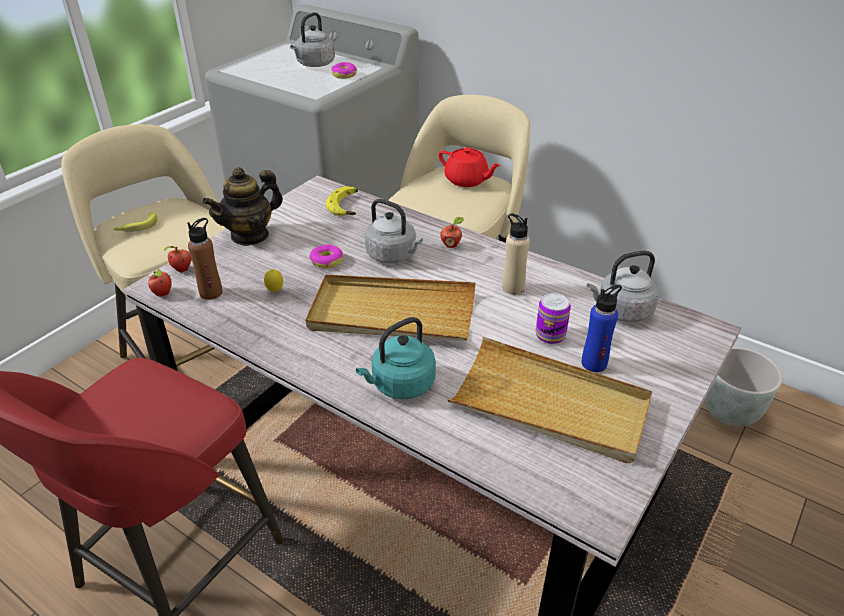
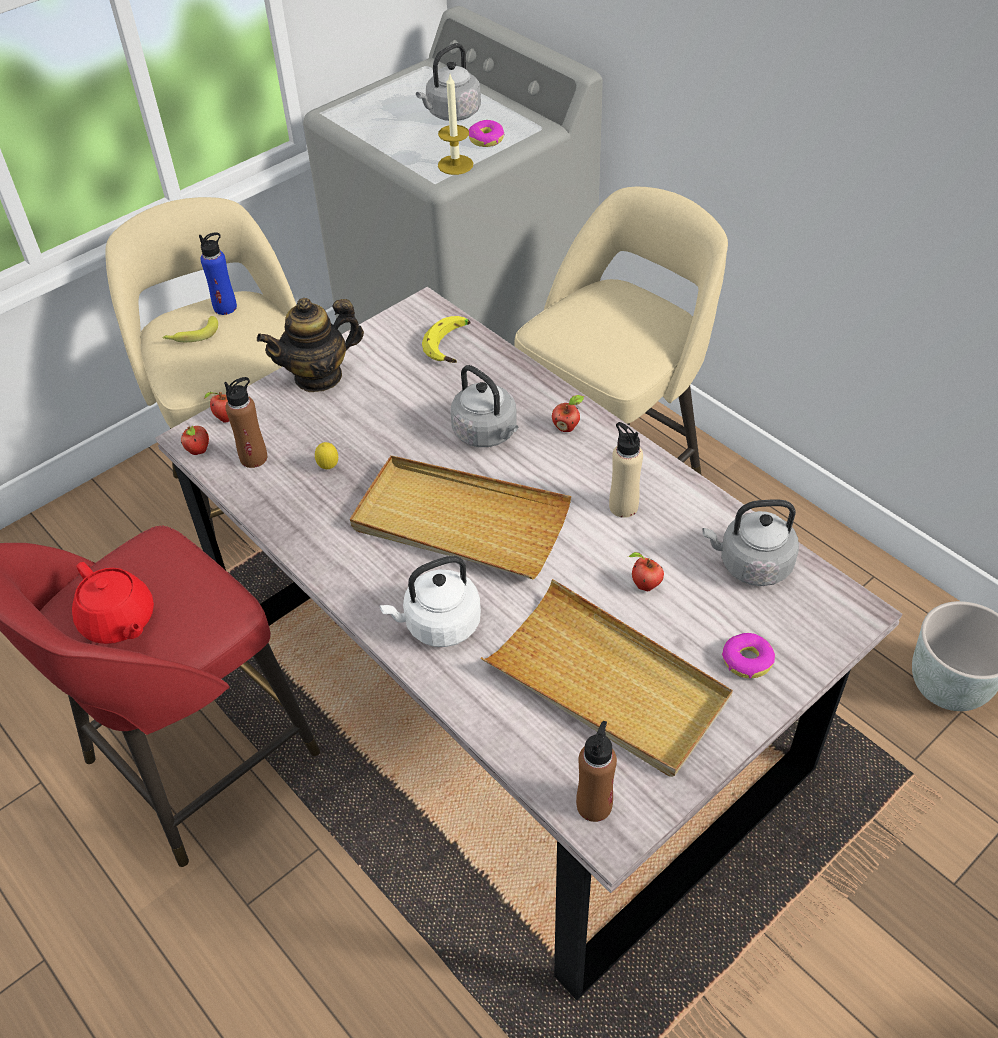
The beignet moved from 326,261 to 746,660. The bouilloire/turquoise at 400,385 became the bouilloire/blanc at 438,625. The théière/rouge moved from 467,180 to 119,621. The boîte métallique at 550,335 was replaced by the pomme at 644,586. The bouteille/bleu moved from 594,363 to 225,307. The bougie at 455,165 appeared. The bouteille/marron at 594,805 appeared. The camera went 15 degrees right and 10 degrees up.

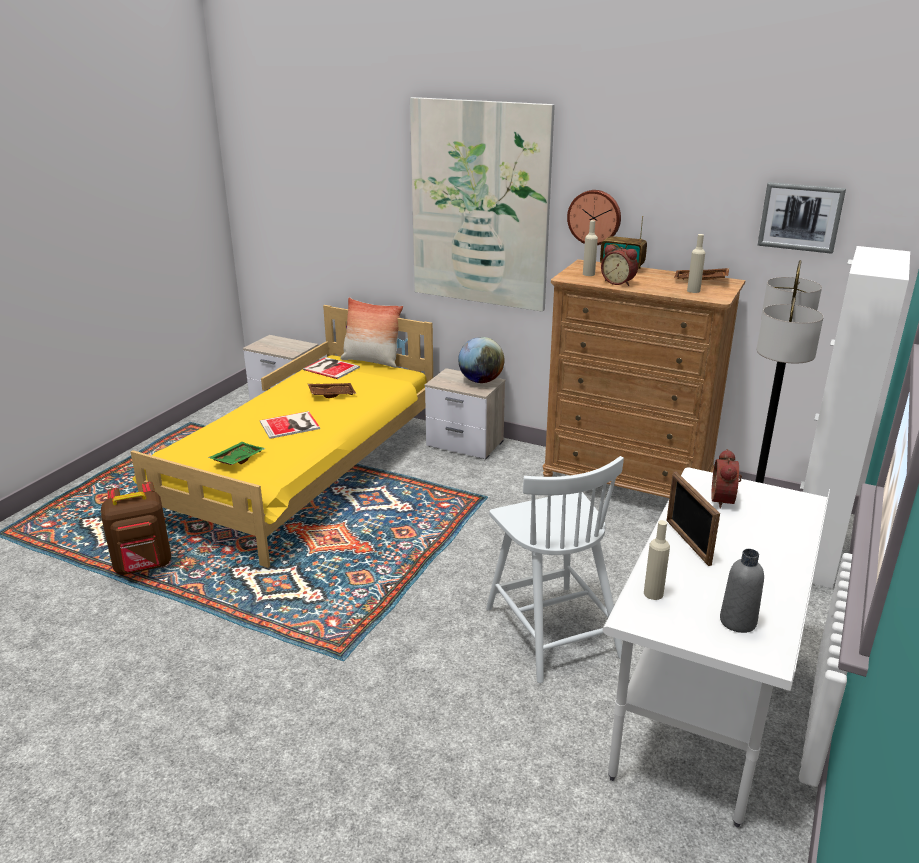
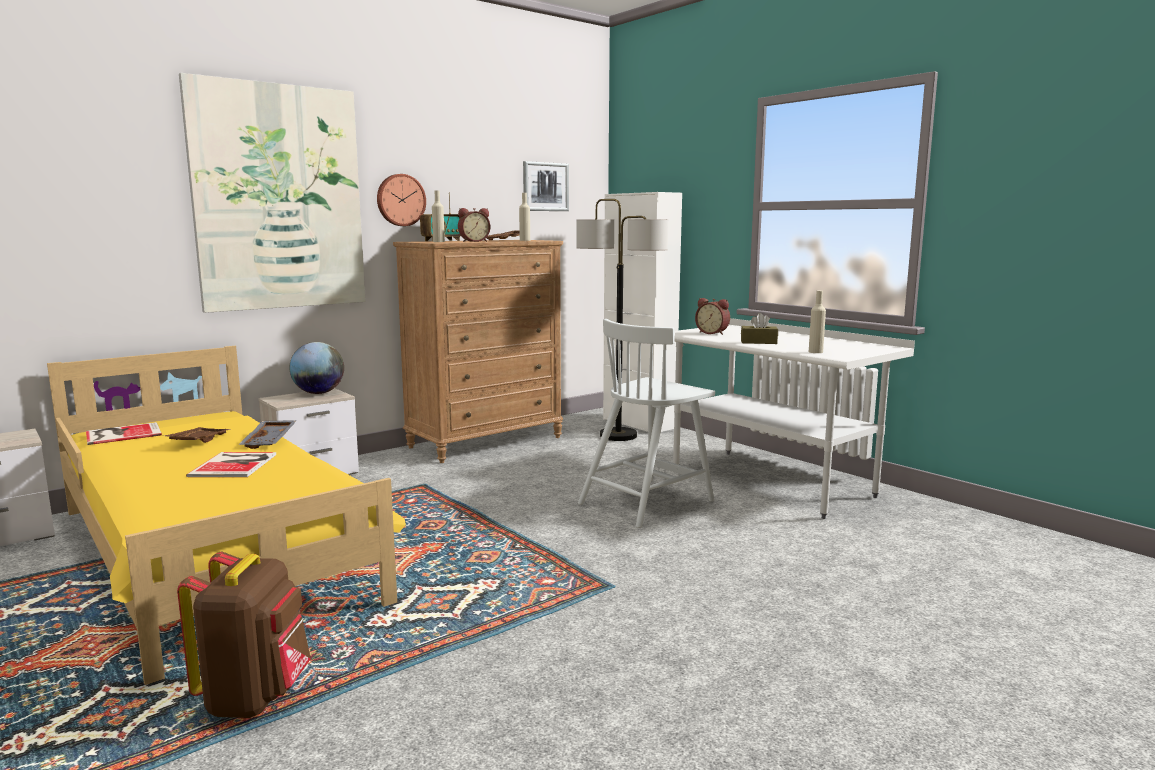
The plateau/vert at 237,459 disappeared. The coussin at 371,361 disappeared. The chaise/blanc at 551,630 turned 135 degrees clockwise. The cadre photo at 687,542 was replaced by the boîte à mouchoirs/marron at 758,342. The bouteille/gris at 738,621 disappeared. The plateau/gris at 270,441 appeared. The camera went 65 degrees left and 15 degrees down.

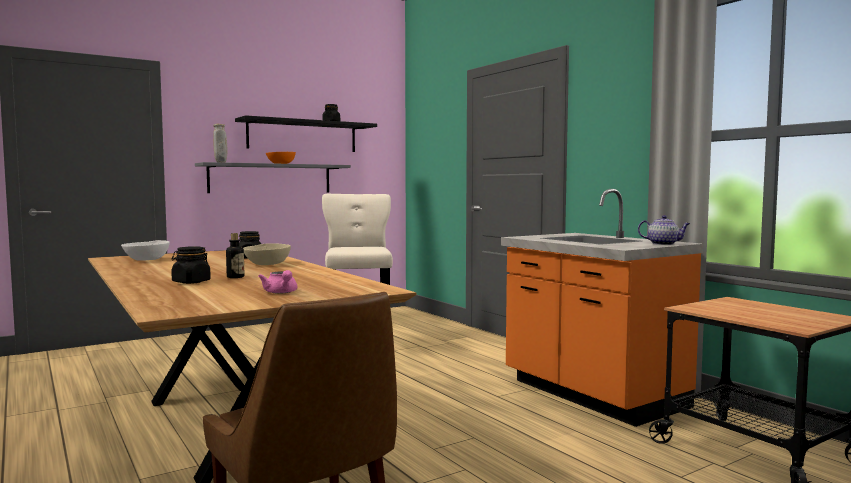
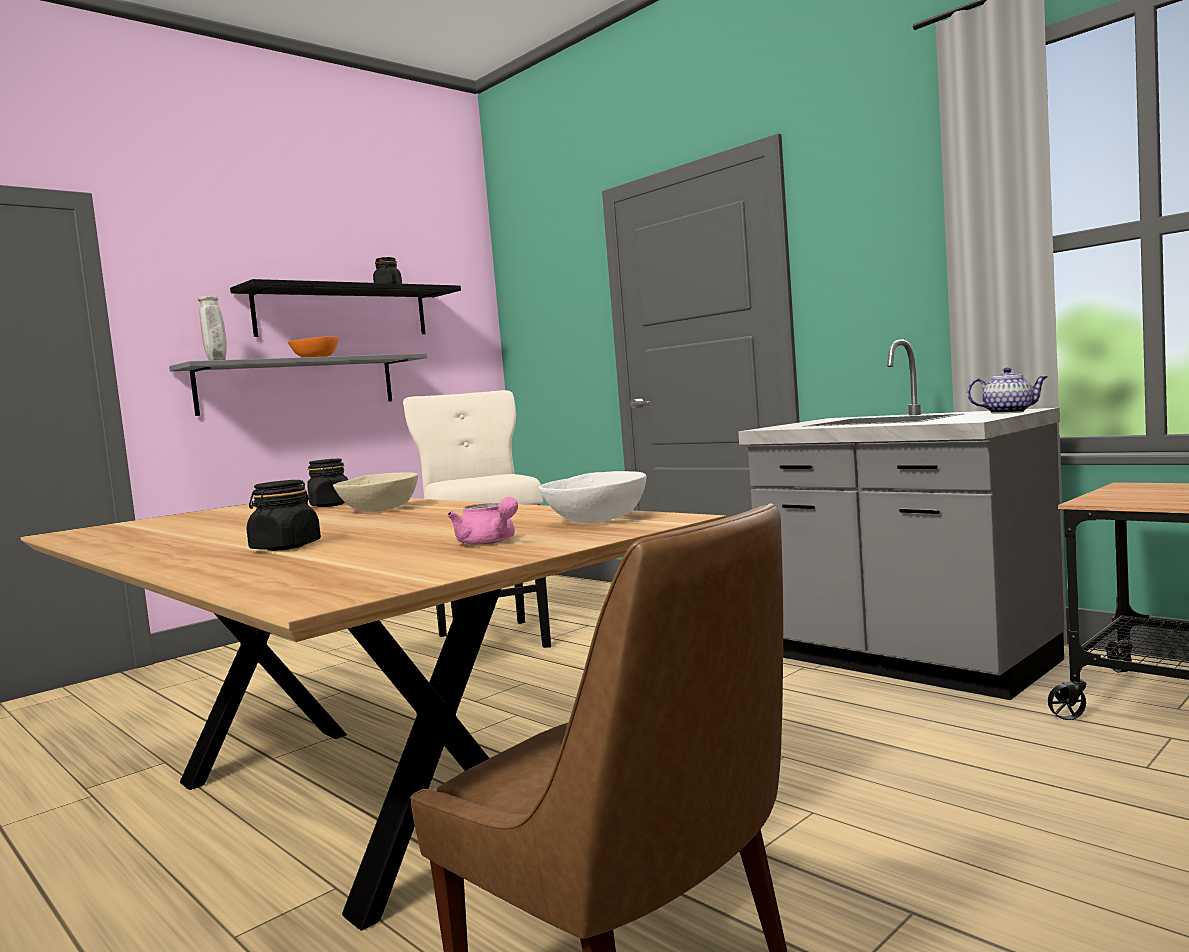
The bol/blanc moved from 146,260 to 596,520. The bouteille at 235,277 disappeared. The comptoir de cuisine/orange at 592,395 became the comptoir de cuisine/gris at 906,662. The camera went 10 degrees left and 0 degrees up.

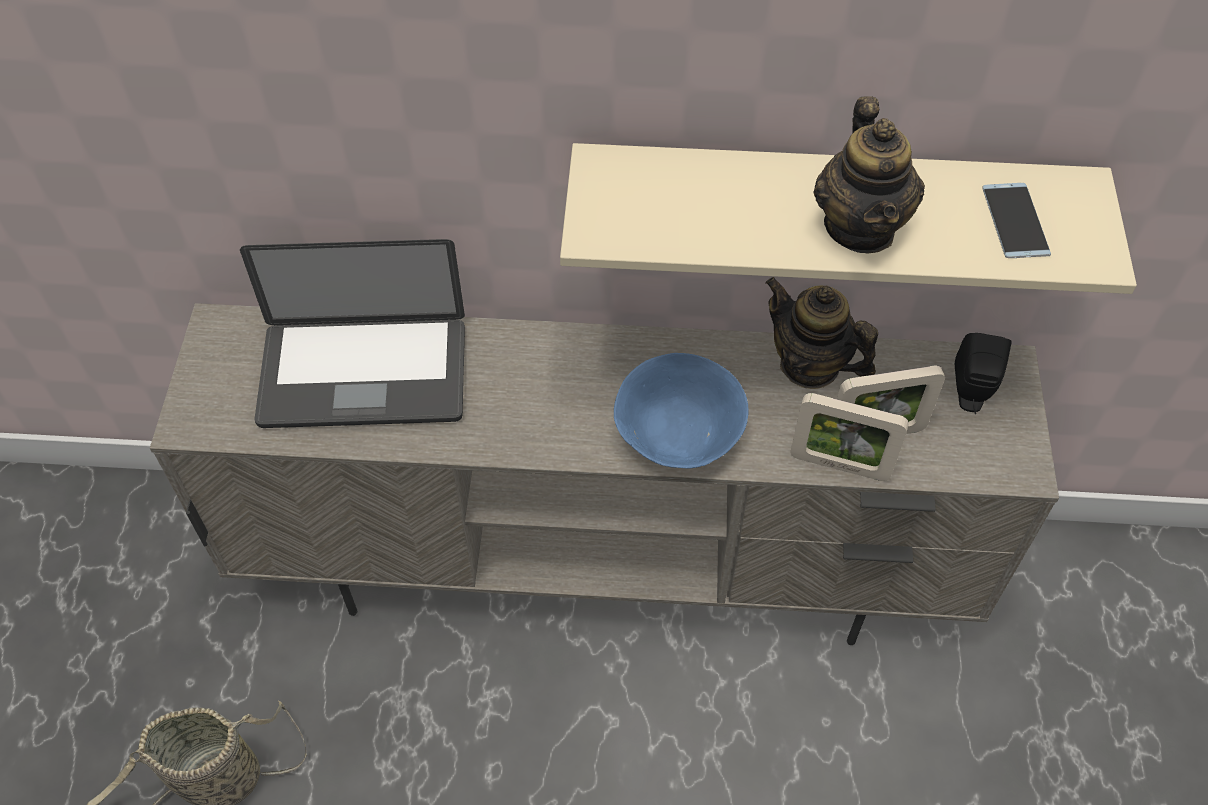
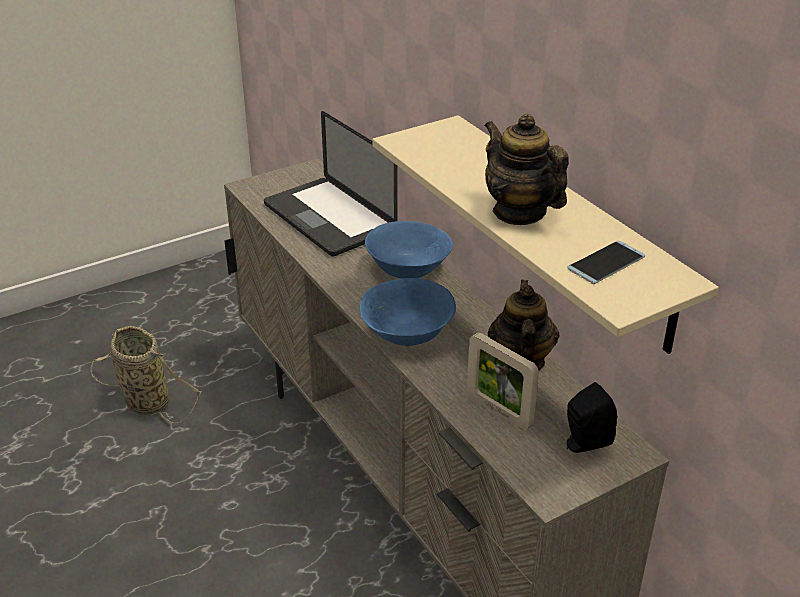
The cadre photo at 839,465 disappeared. The théière at 860,227 turned 90 degrees clockwise. The bol/bleu at 407,269 appeared. The camera went 55 degrees right and 20 degrees down.

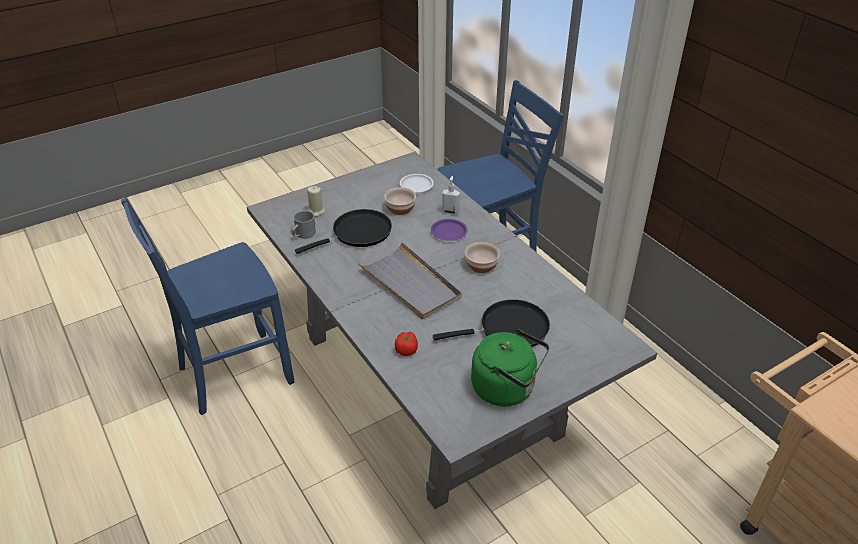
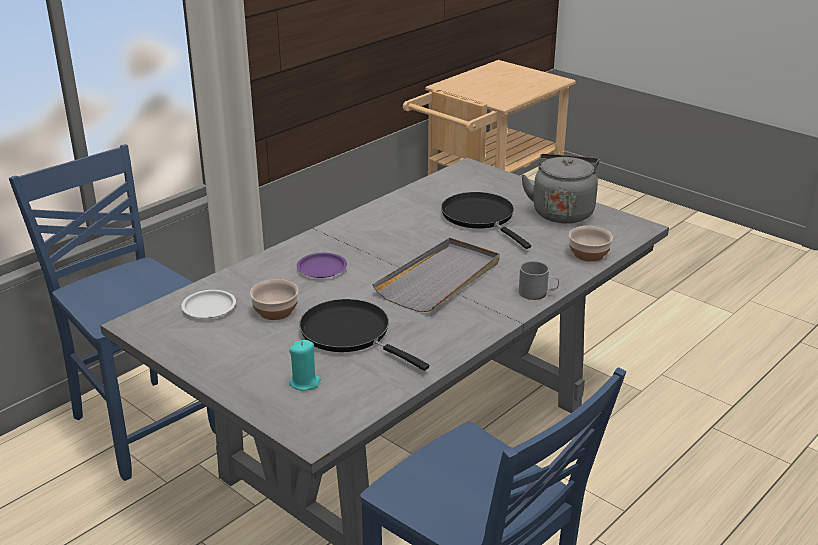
The mug/gris moved from 303,234 to 537,293. The bougie/beige at 316,211 became the bougie/turquoise at 305,383. The tomate at 406,350 disappeared. The distributeur de savon at 450,211 disappeared. The bol moved from 481,265 to 588,254. The bouilloire/vert at 507,388 became the bouilloire/gris at 562,212. The camera went 105 degrees left and 10 degrees down.

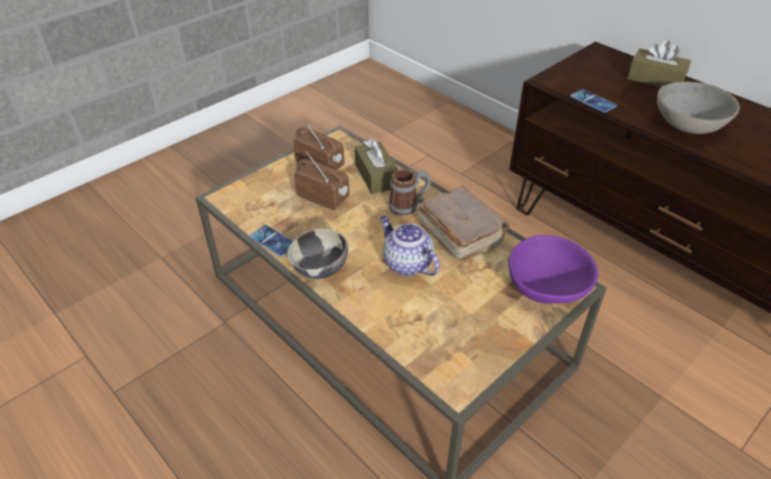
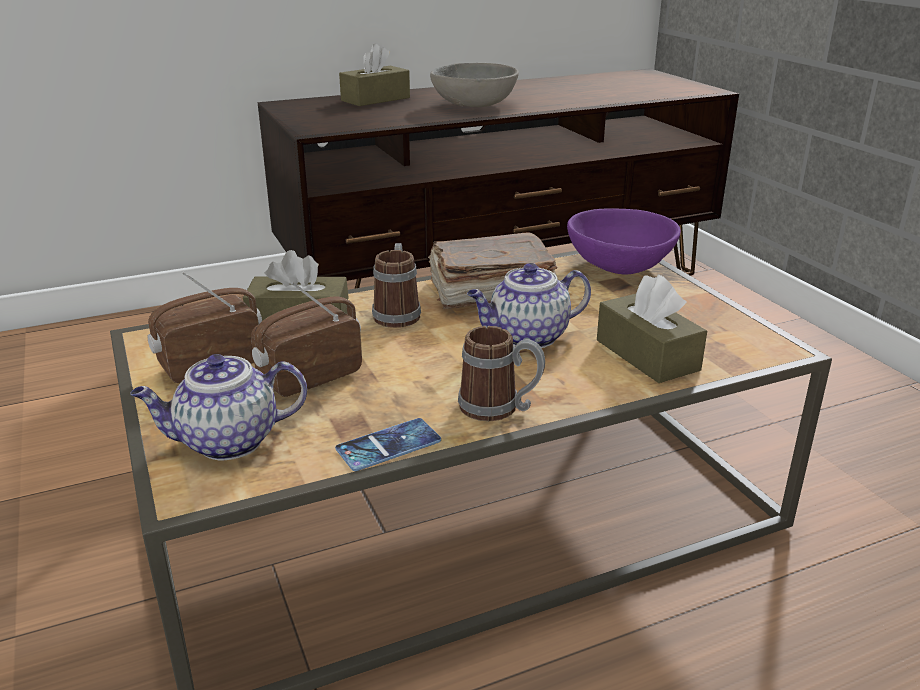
The bol at 320,270 was replaced by the mug at 499,408. The téléphone at 593,101 disappeared. The théière at 227,442 appeared. The boîte à mouchoirs/marron at 647,355 appeared. The camera went 70 degrees left and 15 degrees down.

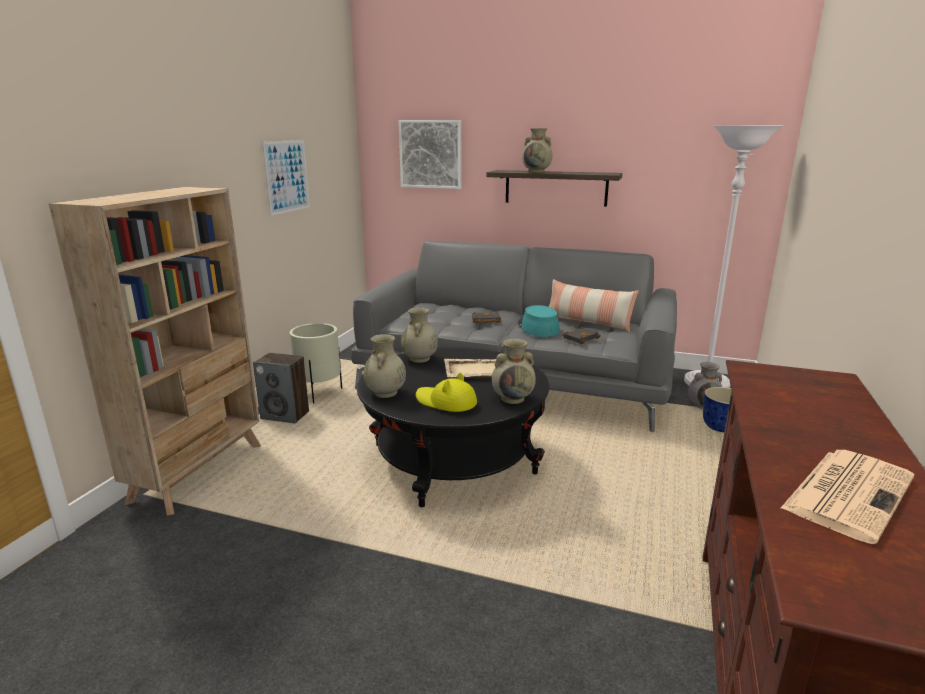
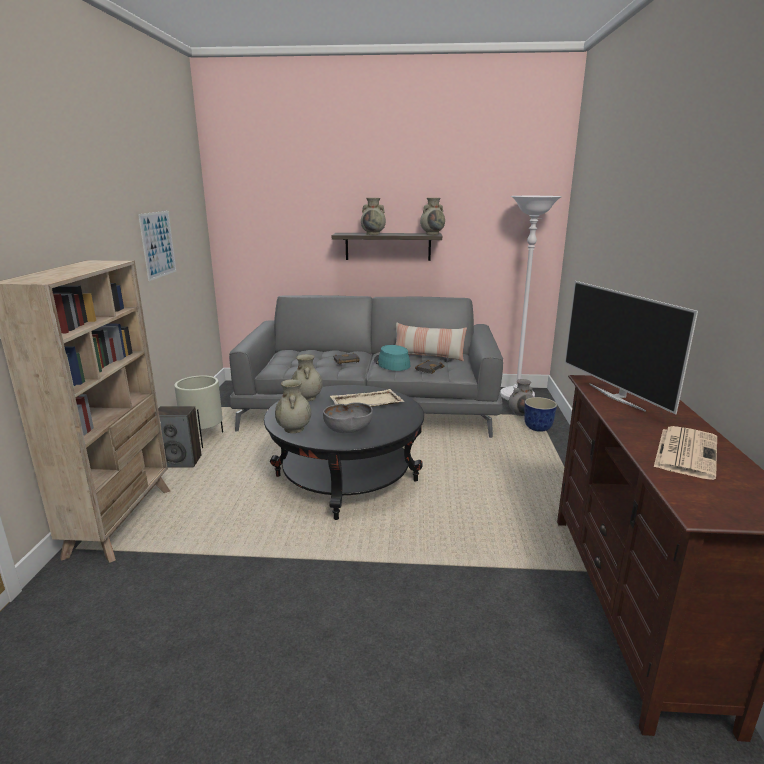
The tableau at 431,154 disappeared. The chapeau/jaune at 446,402 was replaced by the bol/gris at 348,430. The vase/beige moved from 513,398 to 432,233. The téléviseur at 617,397 appeared. The camera went 15 degrees left and 0 degrees up.

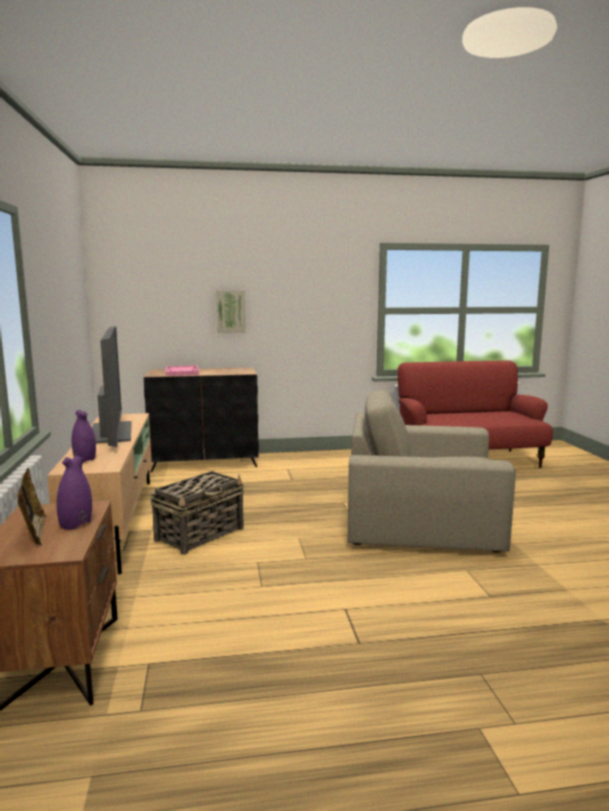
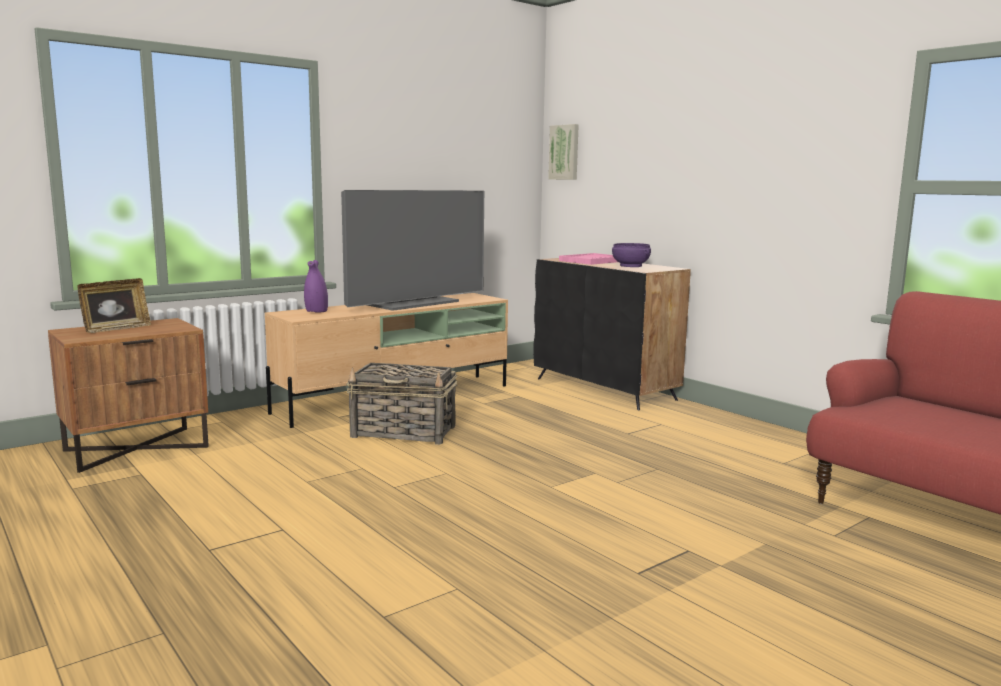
The vase/violet at 76,524 disappeared. The tableau moved from 230,311 to 565,152. The fauteuil/beige at 423,521 disappeared. The bol/violet at 631,266 appeared. The camera went 60 degrees right and 0 degrees up.

